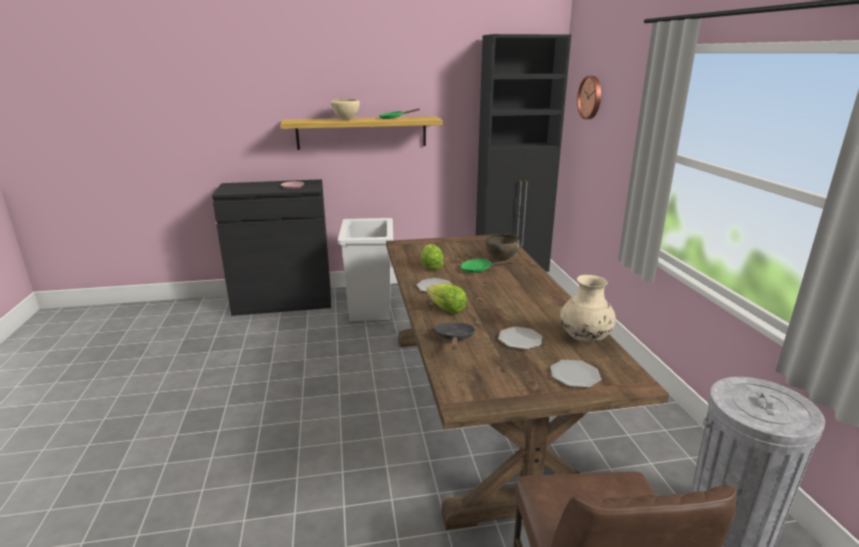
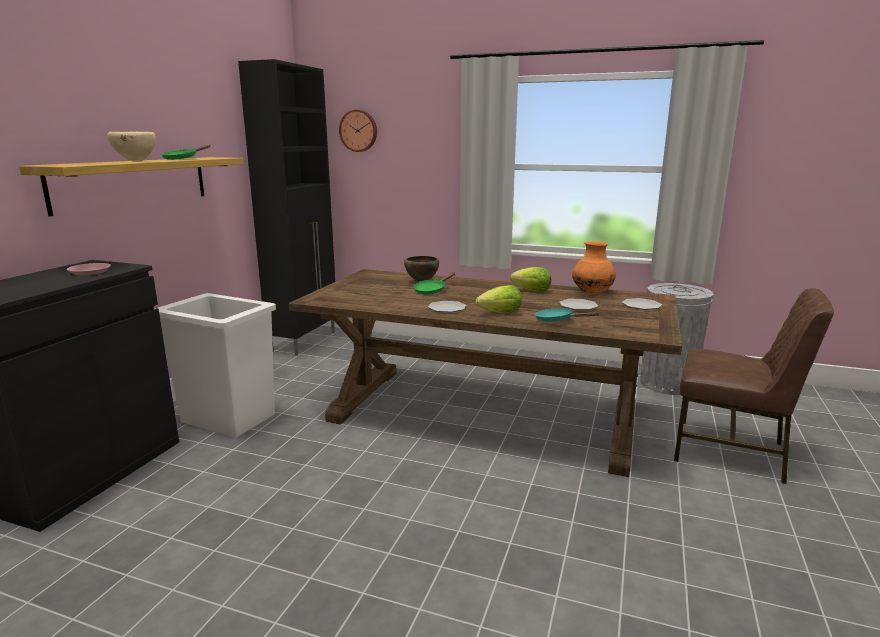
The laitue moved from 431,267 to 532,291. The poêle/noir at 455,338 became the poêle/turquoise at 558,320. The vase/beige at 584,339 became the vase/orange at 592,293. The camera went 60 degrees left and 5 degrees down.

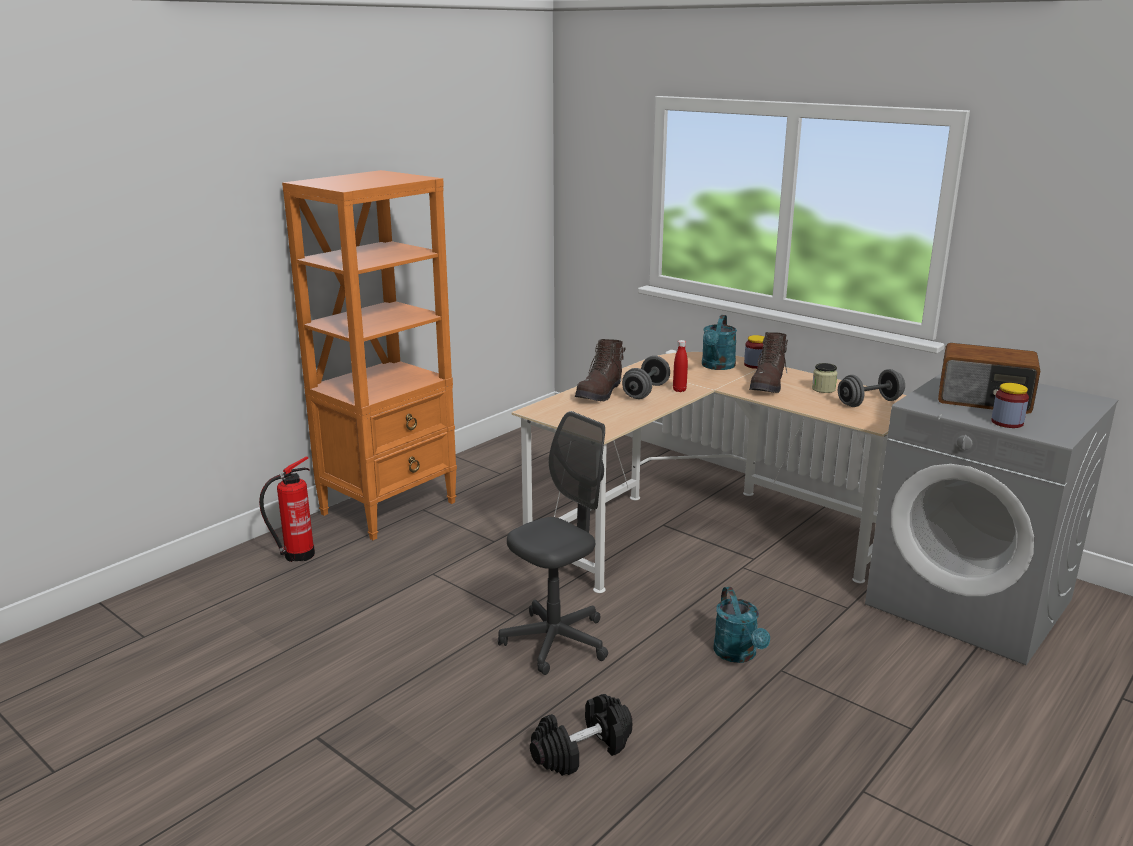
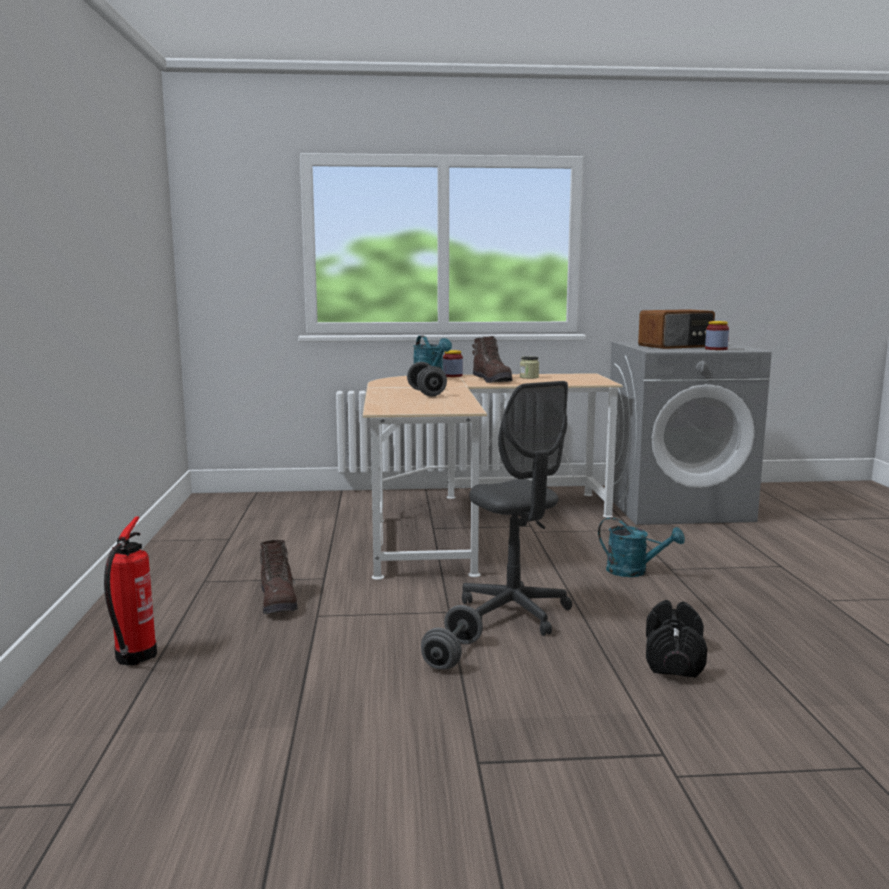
The bibliothèque/orange at 390,508 disappeared. The chaise de bureau/gris at 555,642 turned 150 degrees clockwise. The botte/marron moved from 600,393 to 278,603. The bouteille/rouge at 679,390 disappeared. The haltère/gris moved from 869,403 to 452,655. The camera went 45 degrees left and 10 degrees down.

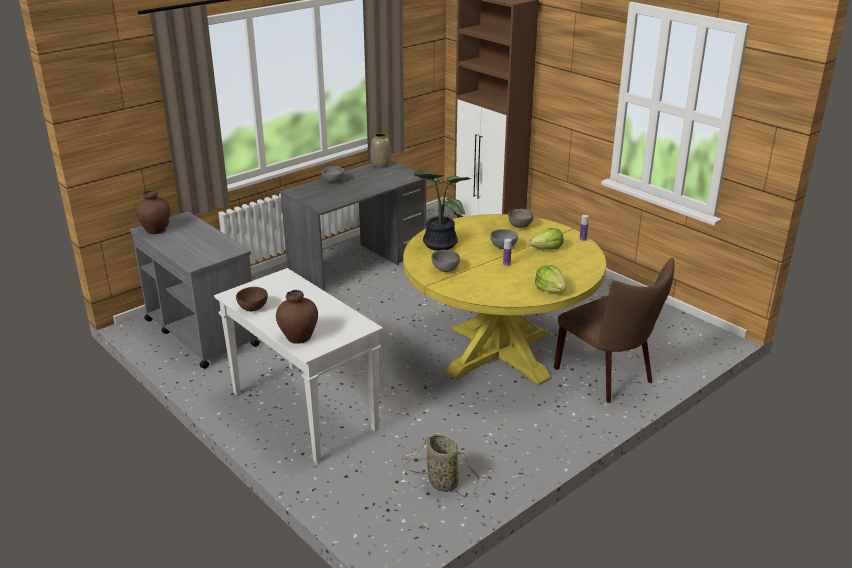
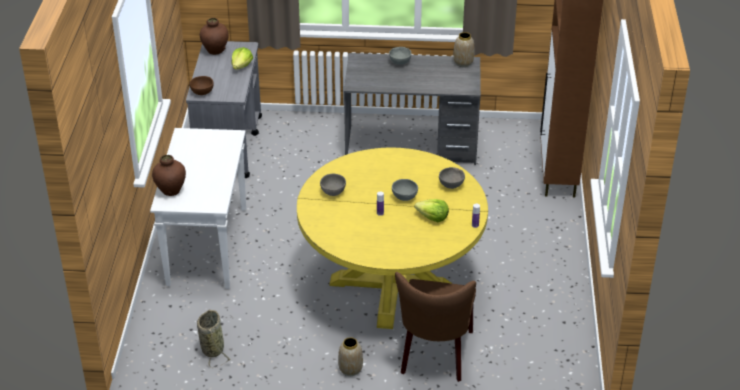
The bol/marron moved from 252,308 to 202,92. The plante en pot at 437,244 disappeared. The laitue moved from 550,289 to 241,66. The vase at 350,369 appeared. The camera went 45 degrees right and 10 degrees up.

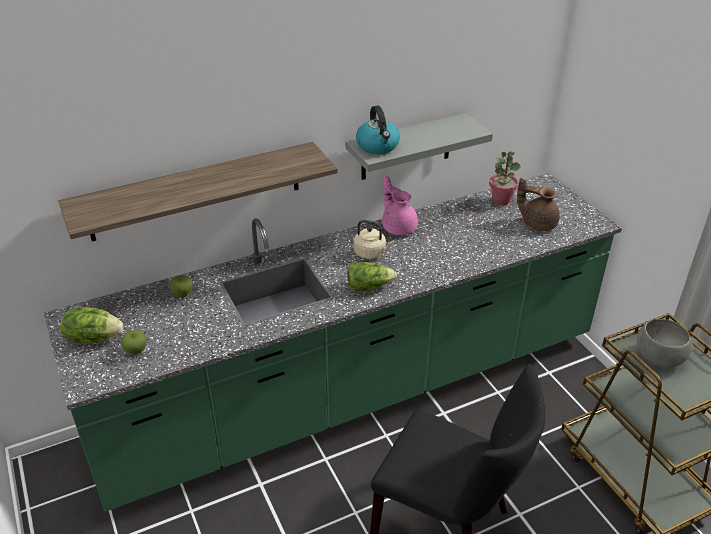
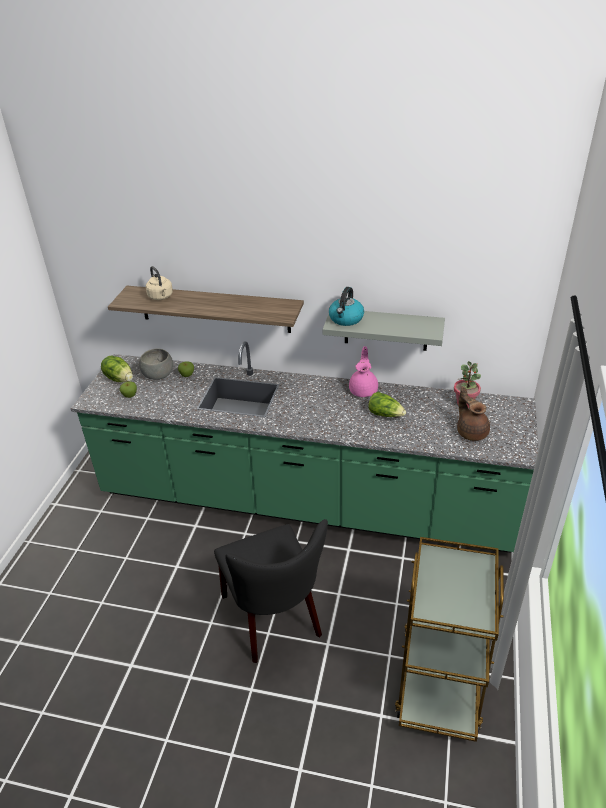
The laitue moved from 369,286 to 385,414. The bouilloire/beige moved from 371,253 to 161,297. The bol/gris moved from 659,357 to 158,375. The camera went 40 degrees right and 0 degrees up.

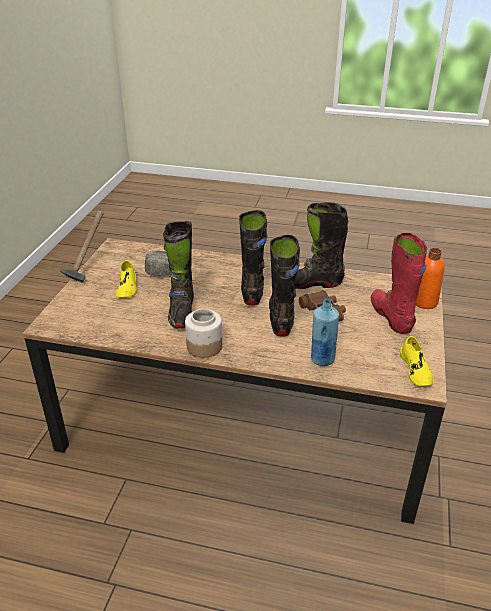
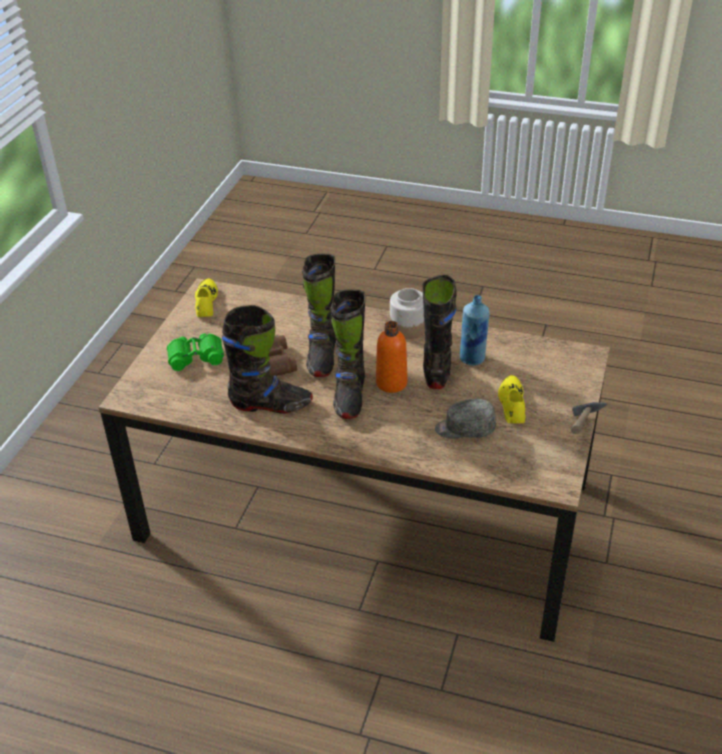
The bouteille/bleu moved from 322,359 to 472,359. The botte/rouge at 391,317 was replaced by the jumelles/vert at 196,356. The bouteille/orange moved from 424,302 to 391,383. The camera went 175 degrees left and 5 degrees up.

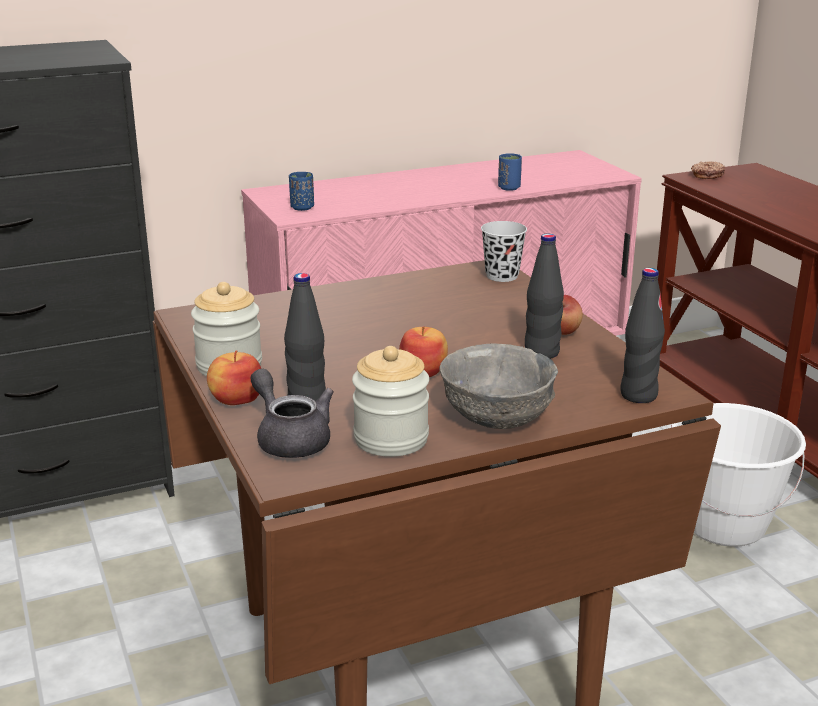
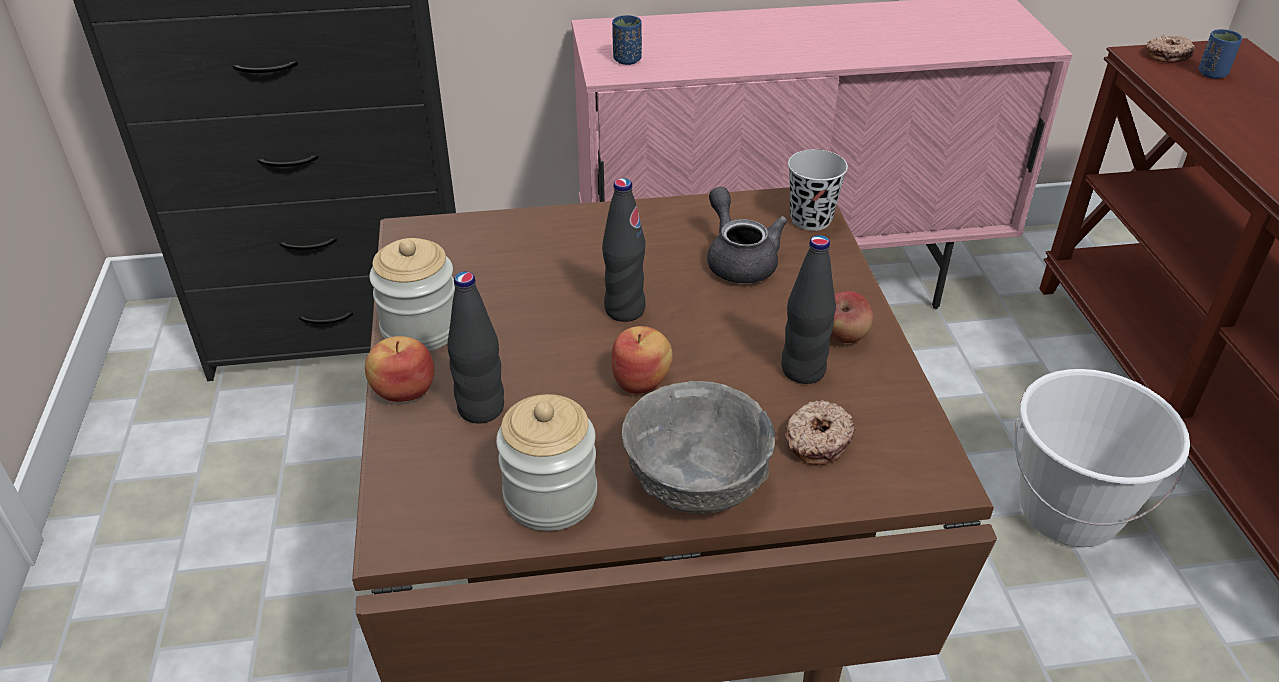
The théière/gris moved from 290,438 to 739,259. The tasse/bleu moved from 509,188 to 1212,74. The bouteille/noir moved from 638,395 to 624,310. The beignet at 816,440 appeared. The camera went 15 degrees right and 15 degrees up.

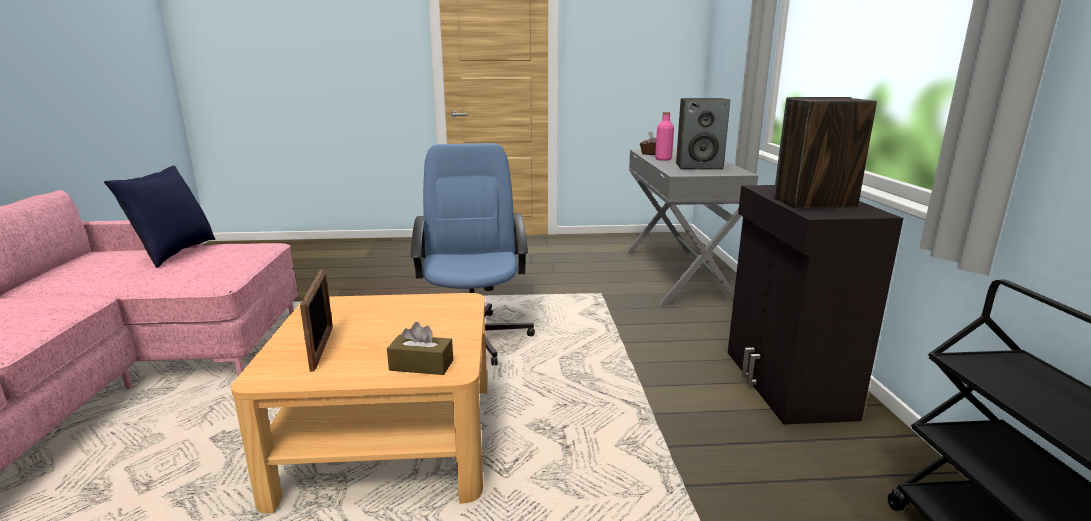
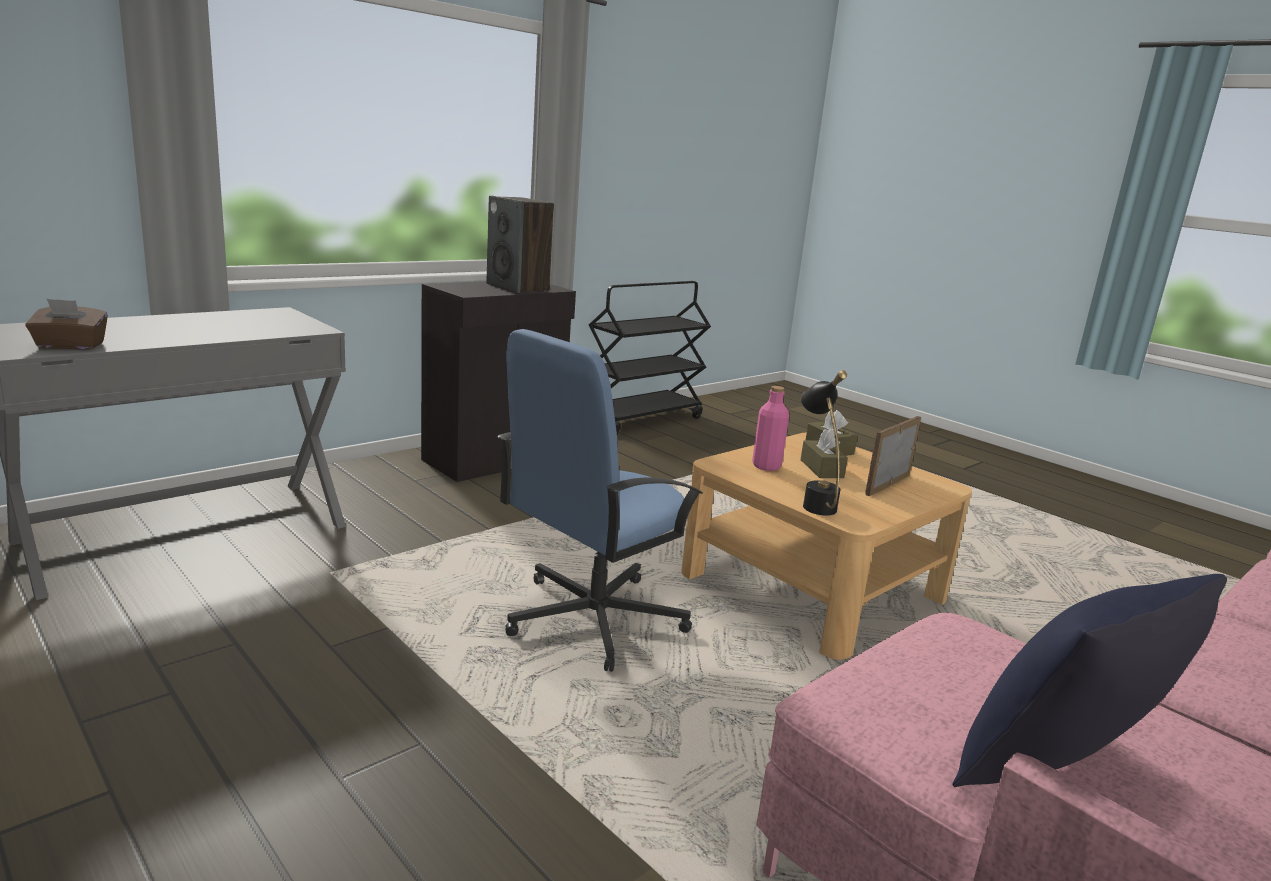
The bouteille/rose moved from 663,159 to 766,466. The enceinte at 699,166 disappeared. The lampe de table/noir at 814,501 appeared. The boîte à mouchoirs/marron at 821,469 appeared. The camera went 130 degrees left and 0 degrees up.

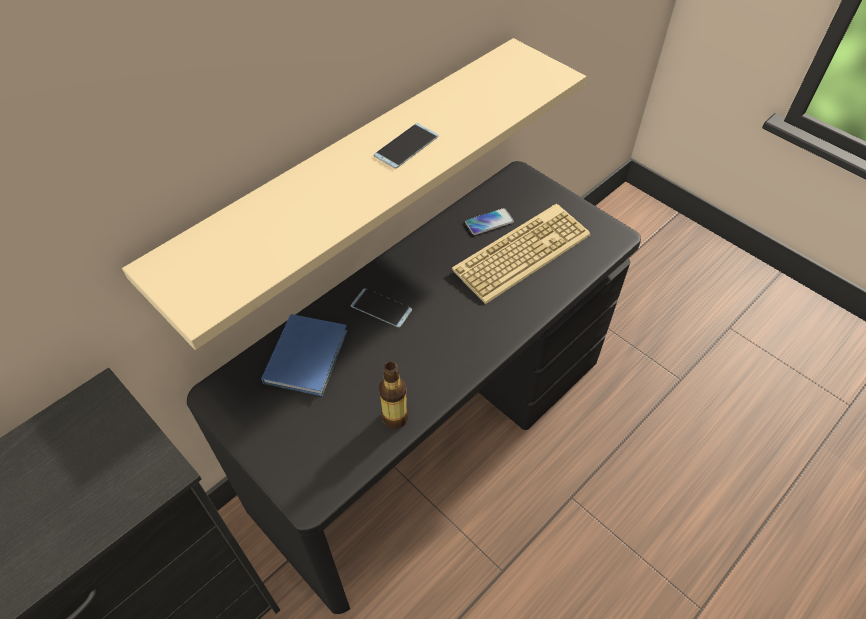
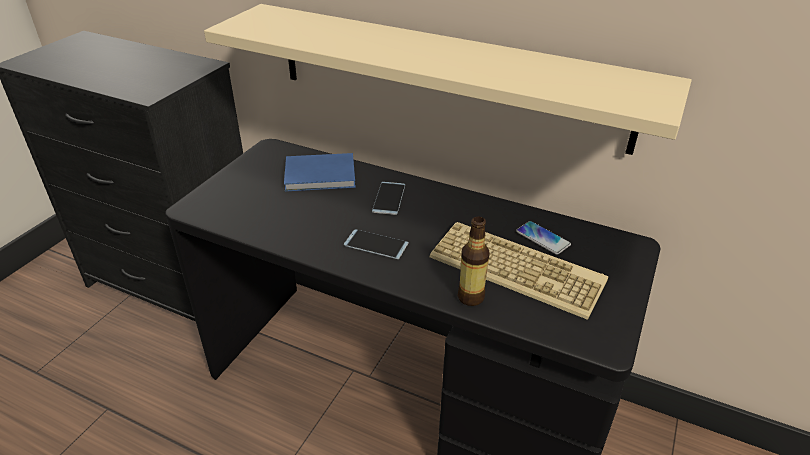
The téléphone moved from 406,146 to 376,244. The bouteille moved from 395,417 to 471,297. The camera went 70 degrees right and 15 degrees down.

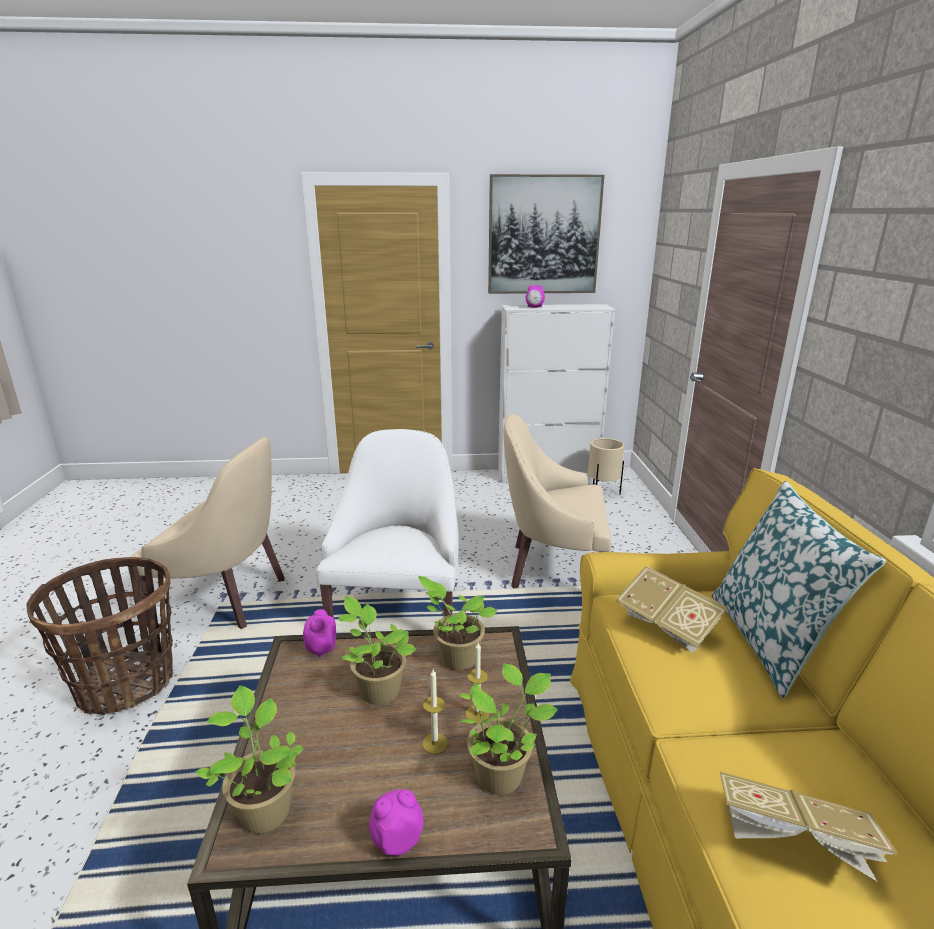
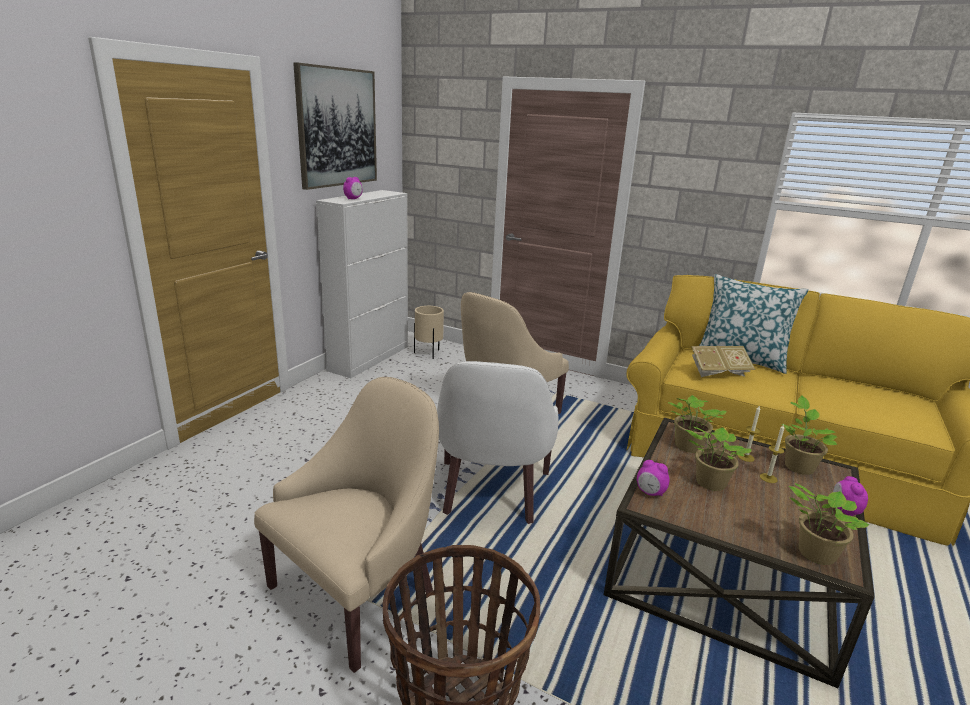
The fauteuil/blanc at 398,610 turned 120 degrees counterclockwise. The livre at 791,843 disappeared. The camera went 60 degrees left and 0 degrees up.

